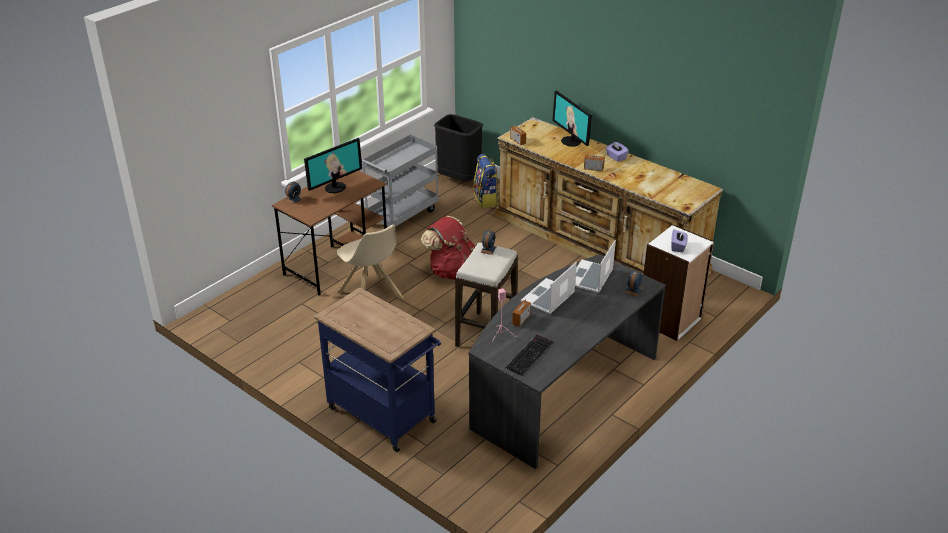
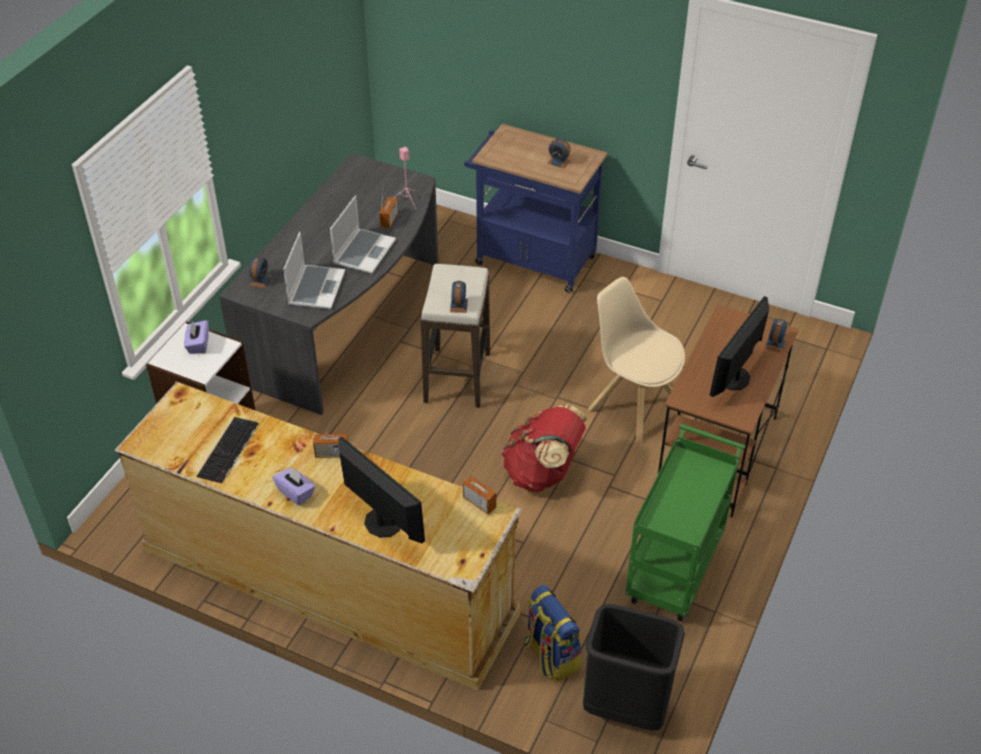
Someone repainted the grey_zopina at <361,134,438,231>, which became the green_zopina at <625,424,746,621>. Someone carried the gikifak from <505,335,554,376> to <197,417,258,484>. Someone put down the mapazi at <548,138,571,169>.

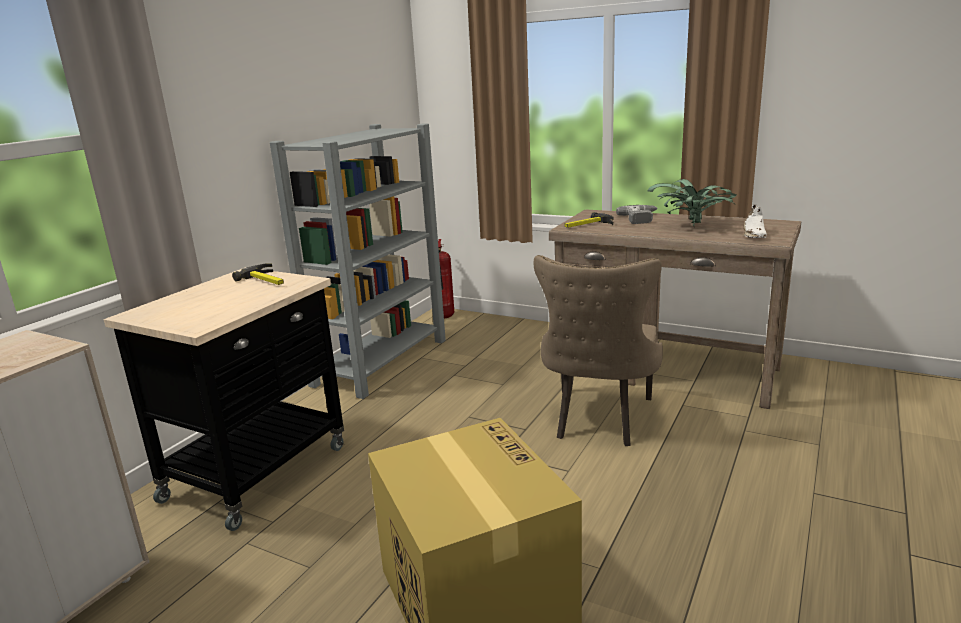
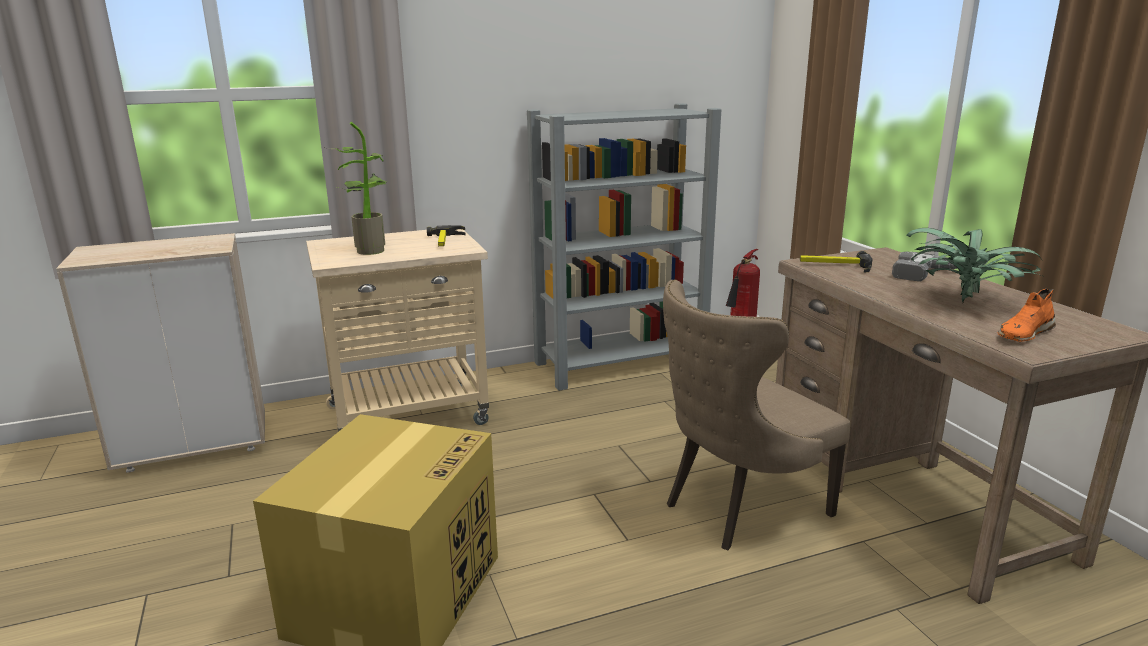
Someone repainted the black_zopina at <104,268,344,531>, which became the beige_zopina at <306,229,489,432>. Someone repainted the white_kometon at <744,204,767,238>, which became the orange_kometon at <998,289,1056,342>. Someone put down the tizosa at <323,122,386,255>.

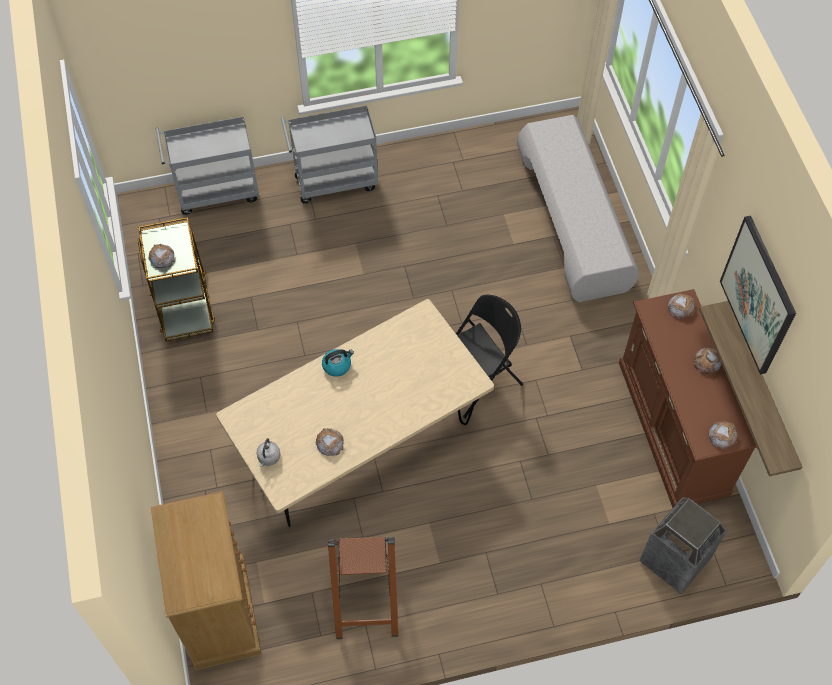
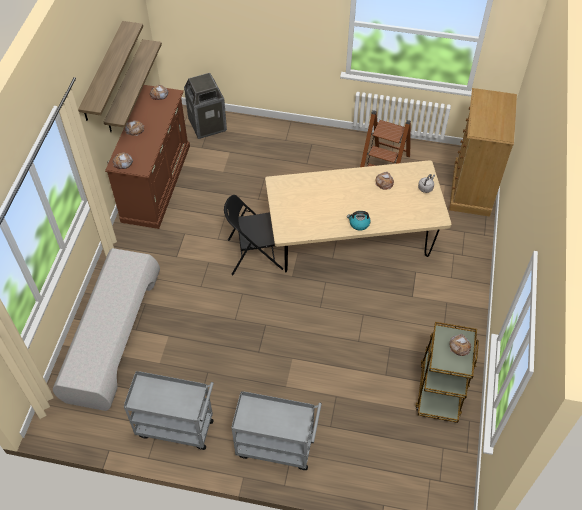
Someone carried the grey_zopina from <156,117,259,215> to <124,371,214,450>. Someone swapped the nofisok at <720,216,796,374> for the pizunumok at <78,21,143,121>.

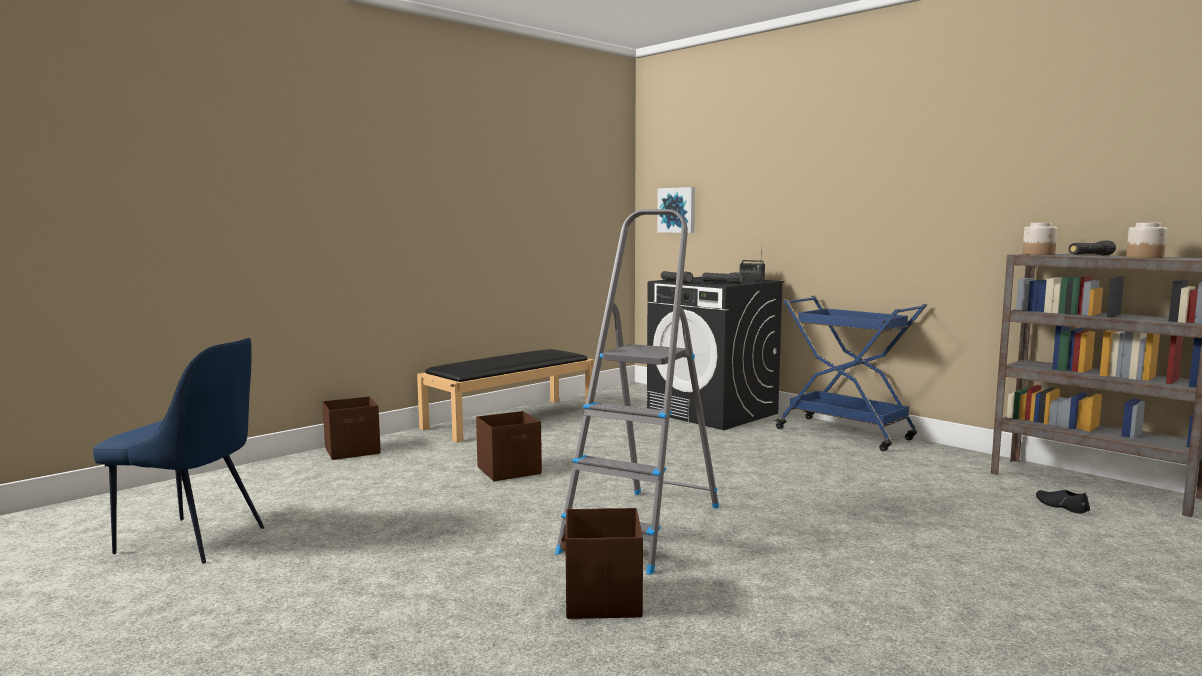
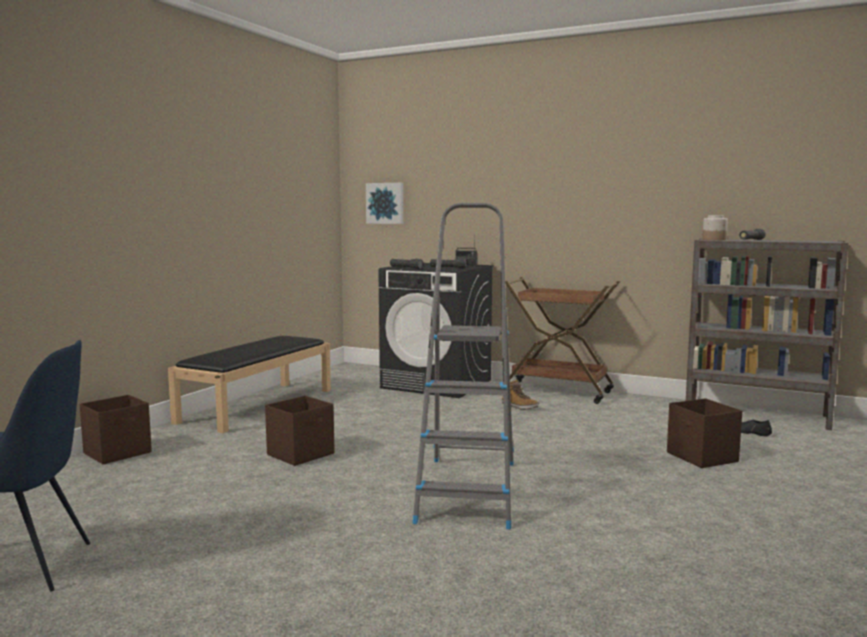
Someone carried the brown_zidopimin from <561,508,643,619> to <667,398,742,468>. Someone repainted the blue_zopina at <774,296,928,452>, which became the brown_zopina at <505,277,620,404>. Someone took away the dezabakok at <1126,223,1167,258>. Someone put down the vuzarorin at <502,379,539,410>.

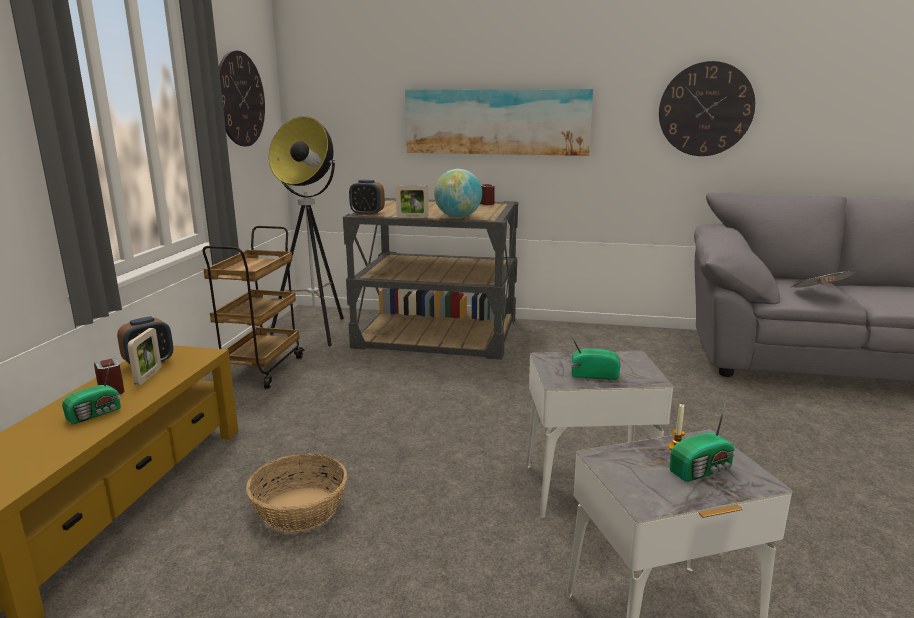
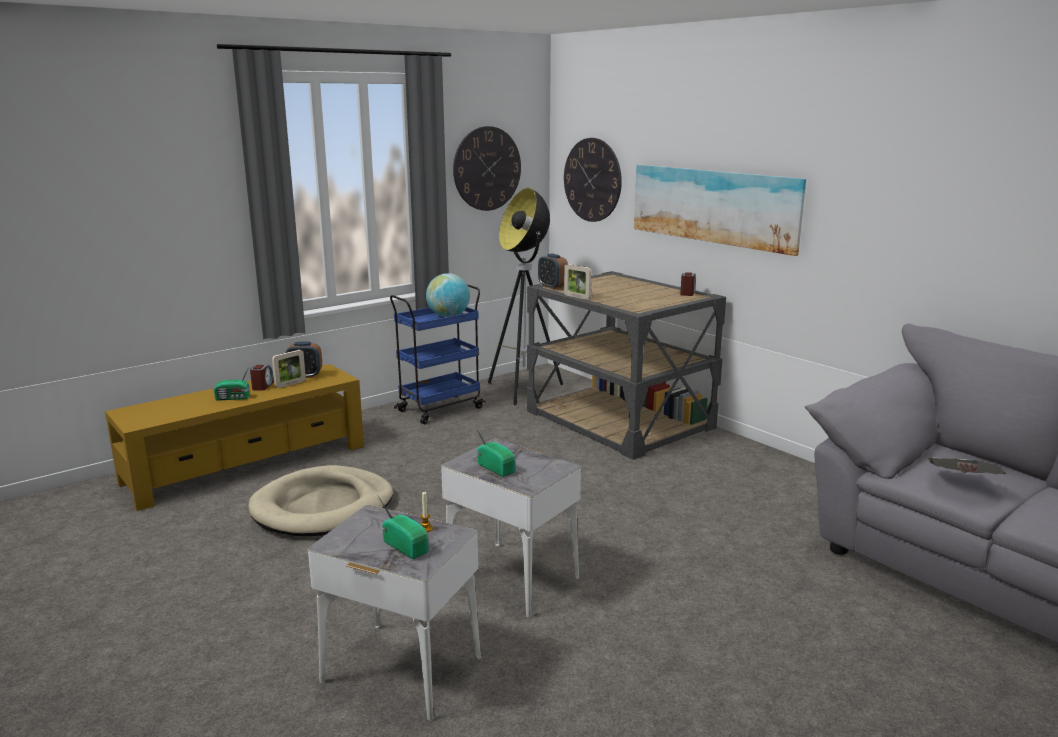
Someone repainted the brown_zopina at <203,226,305,389>, which became the blue_zopina at <390,285,486,424>. Someone swapped the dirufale at <246,453,347,532> for the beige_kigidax at <248,465,393,536>. Someone carried the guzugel from <434,169,482,218> to <426,273,470,317>. Someone carried the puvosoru from <659,61,755,156> to <564,138,622,222>. Someone rotated the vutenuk at <670,404,735,482> by 150 degrees counterclockwise.

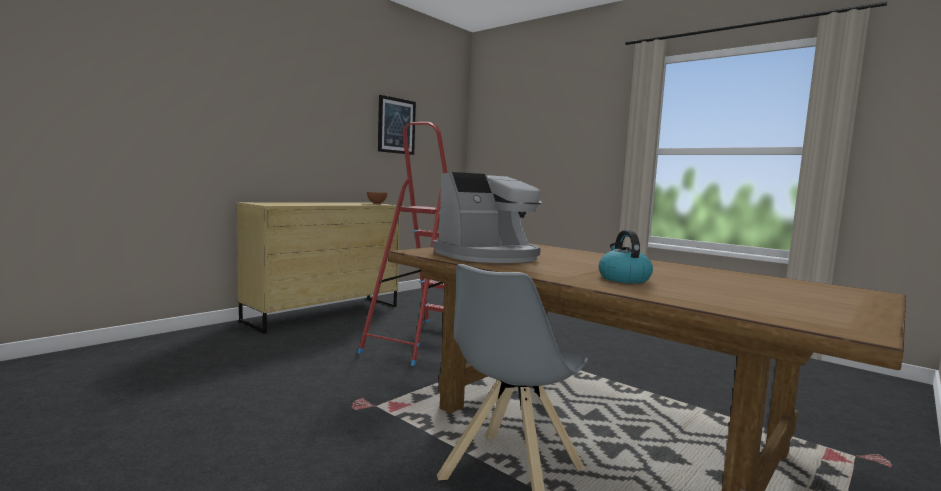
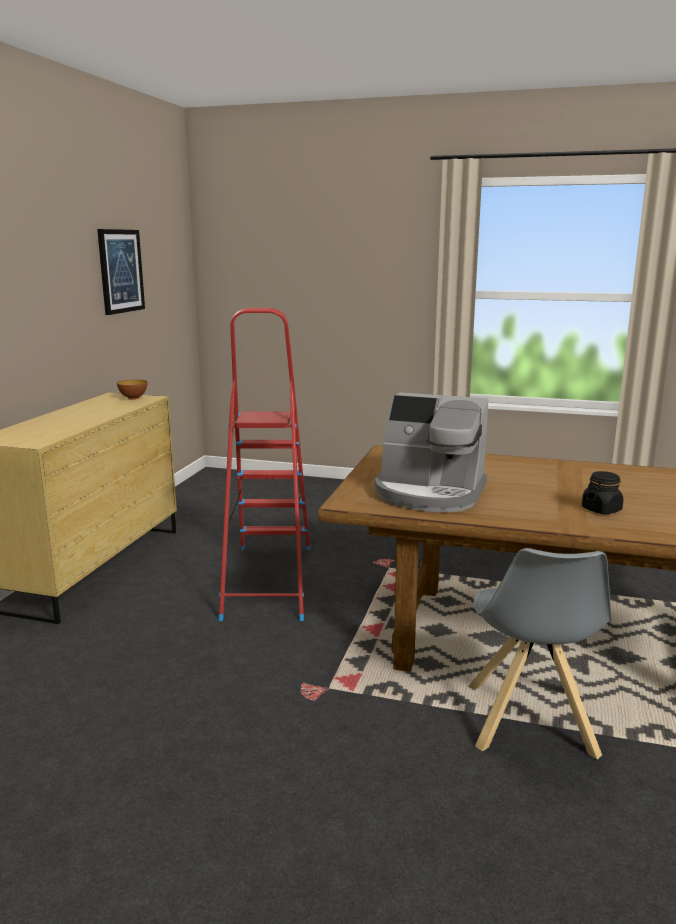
Someone rotated the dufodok at <433,172,542,263> by 75 degrees clockwise. Someone swapped the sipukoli at <599,230,653,283> for the black_dezabakok at <582,471,624,514>.

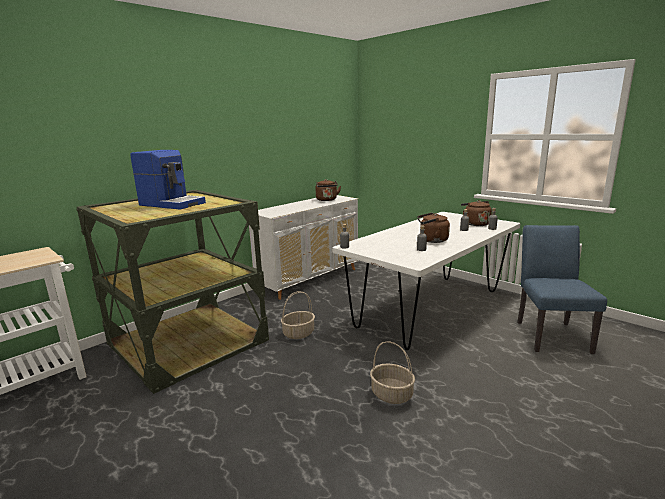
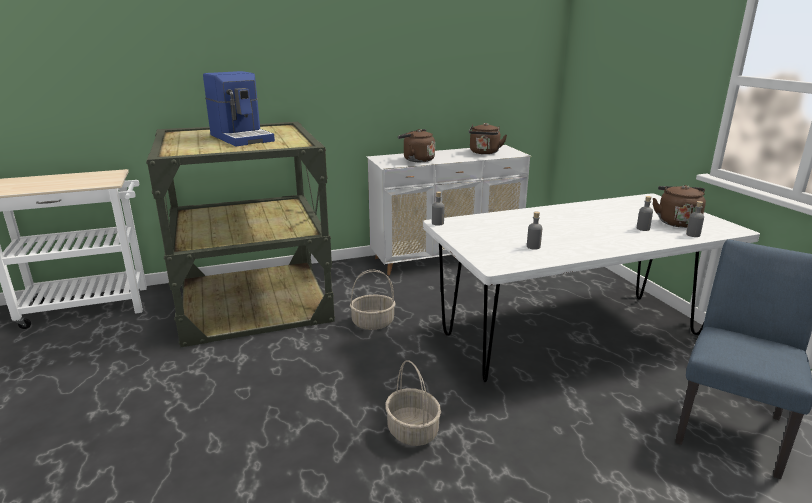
Someone carried the brown_sipukoli from <417,212,450,243> to <398,129,435,162>.

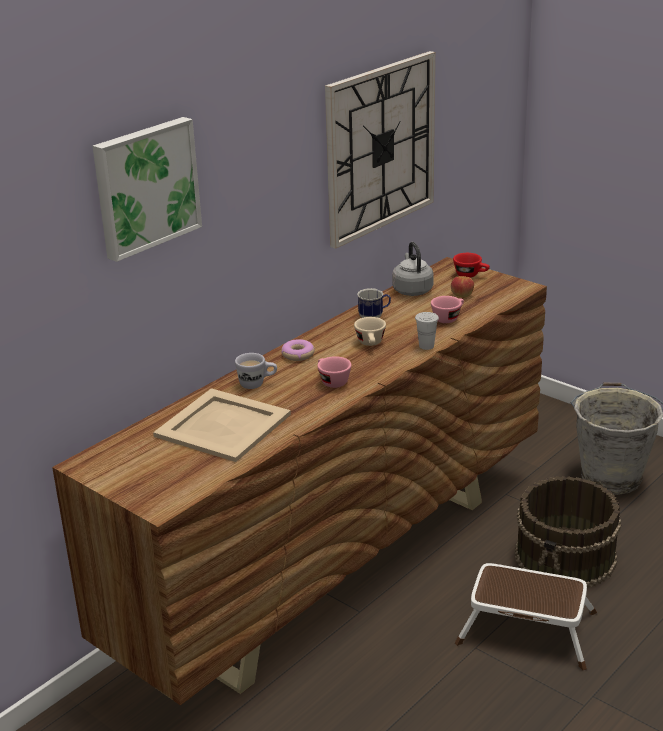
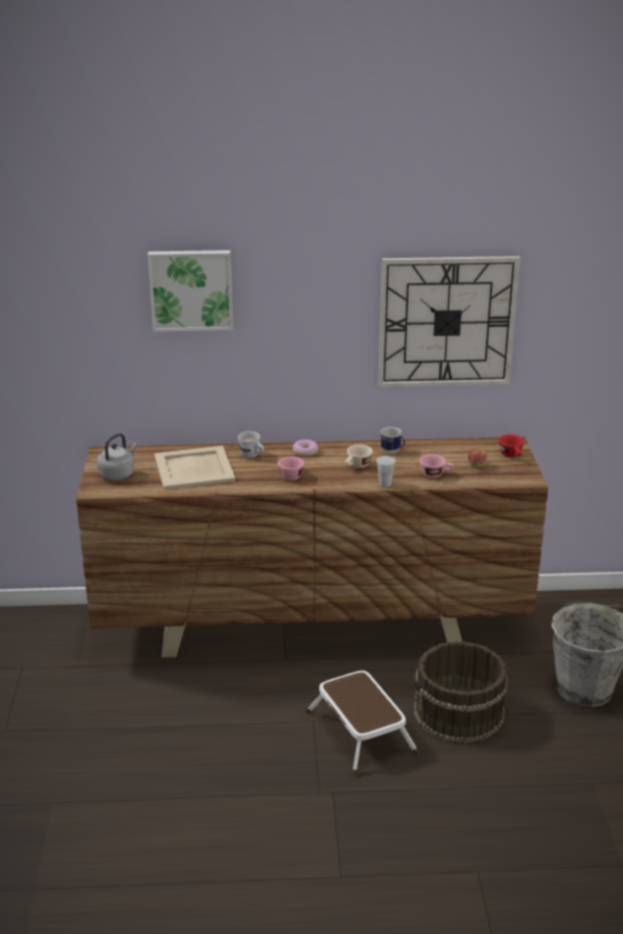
Someone carried the grey_sipukoli from <392,242,434,296> to <97,433,137,481>.

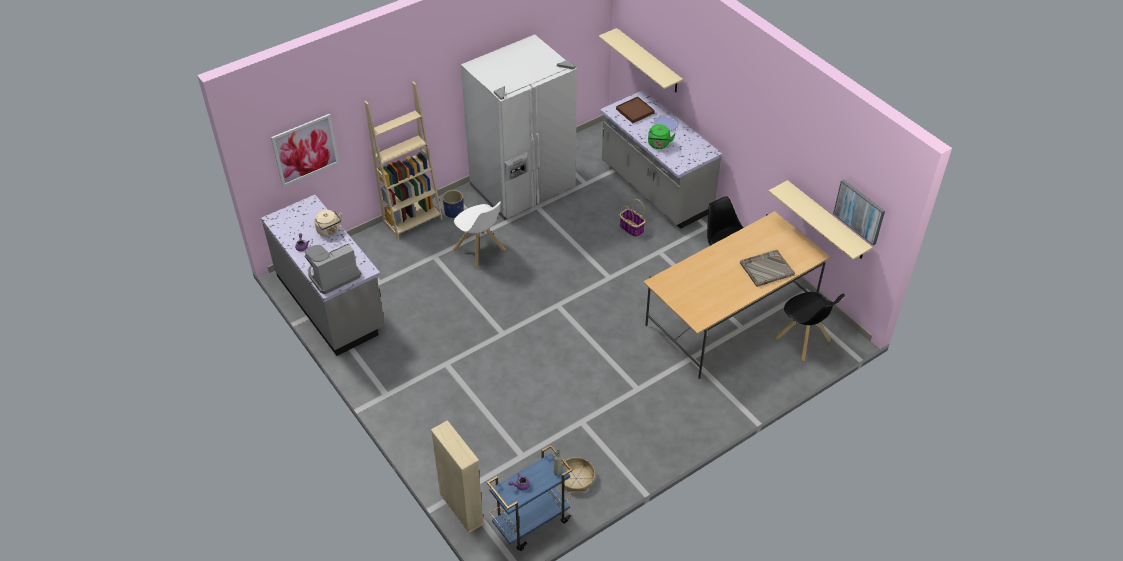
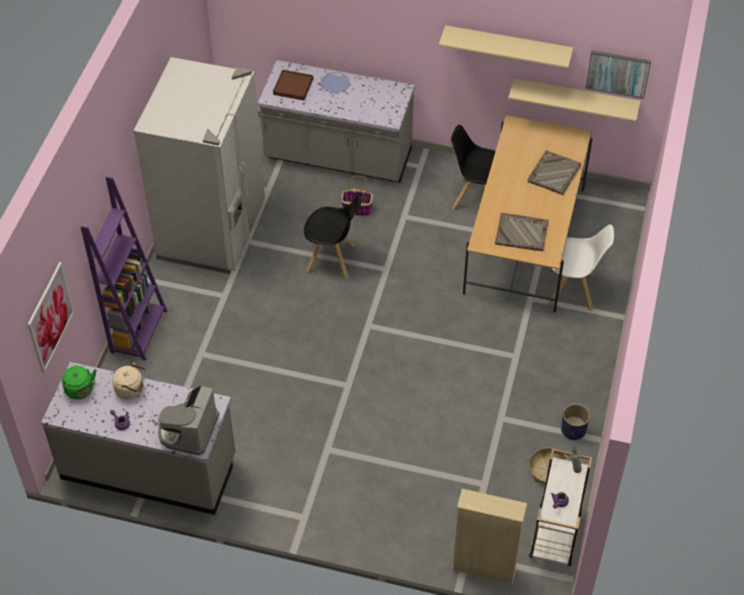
Someone repainted the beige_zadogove at <364,82,442,240>, which became the purple_zadogove at <81,176,167,360>. Someone carried the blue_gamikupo from <442,190,464,218> to <561,404,590,440>. Someone carried the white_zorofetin from <453,202,506,269> to <548,224,614,311>. Someone repainted the blue_zopina at <487,445,573,551>, which became the white_zopina at <529,449,592,566>. Someone carried the beige_pizunumok from <599,28,683,92> to <439,25,573,68>. Someone carried the green_sipukoli from <648,124,675,149> to <62,366,96,399>. Someone carried the black_zorofetin from <774,292,845,361> to <304,194,362,279>. Someone put down the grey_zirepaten at <495,213,549,251>.

